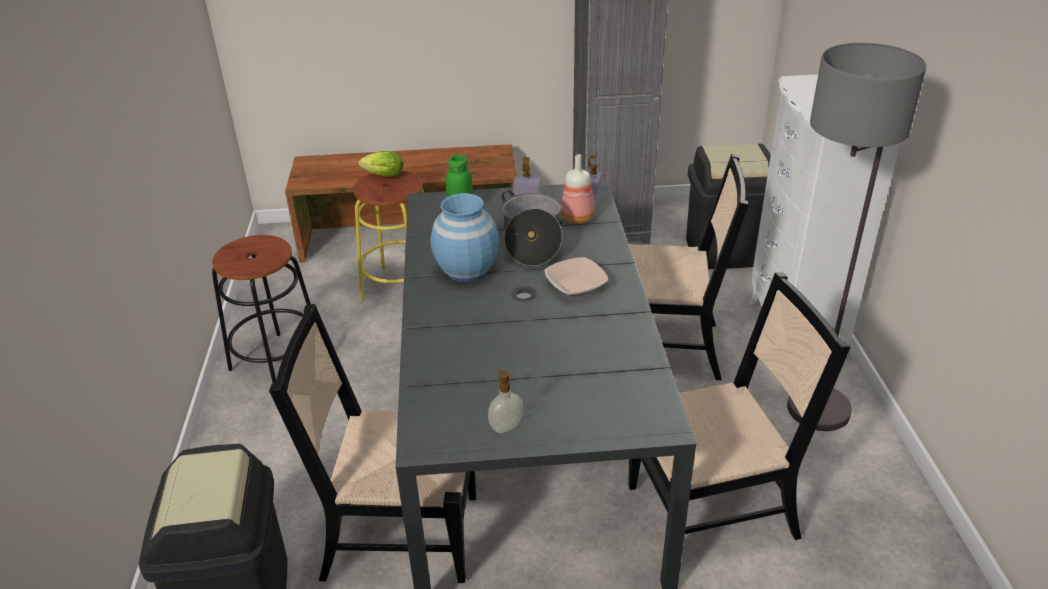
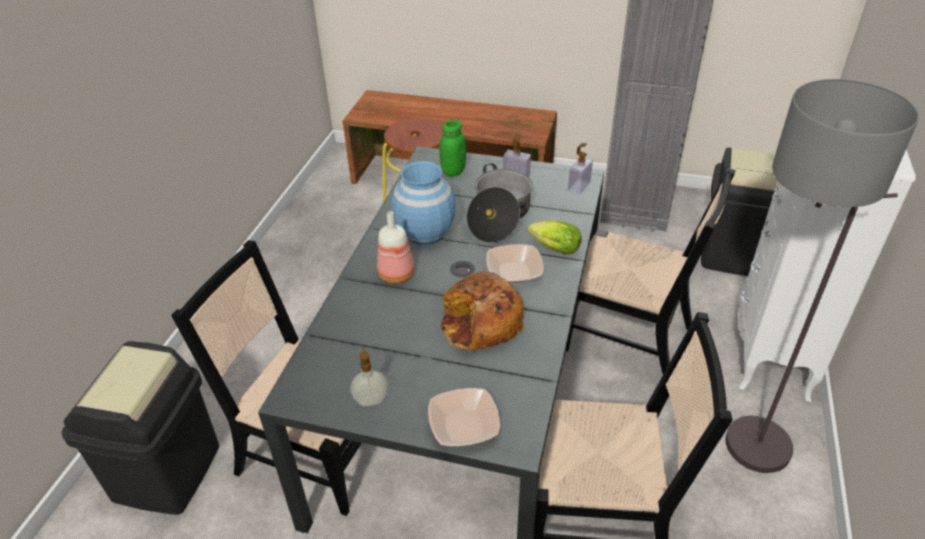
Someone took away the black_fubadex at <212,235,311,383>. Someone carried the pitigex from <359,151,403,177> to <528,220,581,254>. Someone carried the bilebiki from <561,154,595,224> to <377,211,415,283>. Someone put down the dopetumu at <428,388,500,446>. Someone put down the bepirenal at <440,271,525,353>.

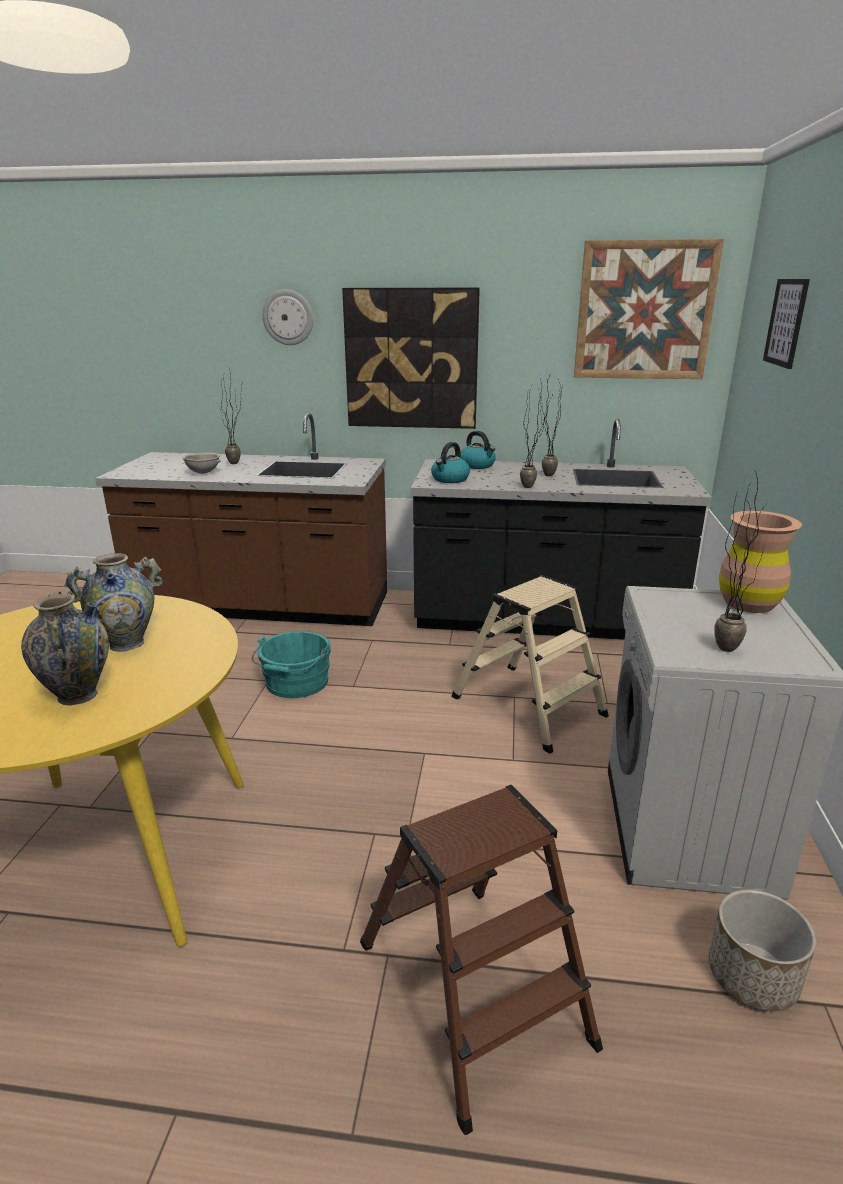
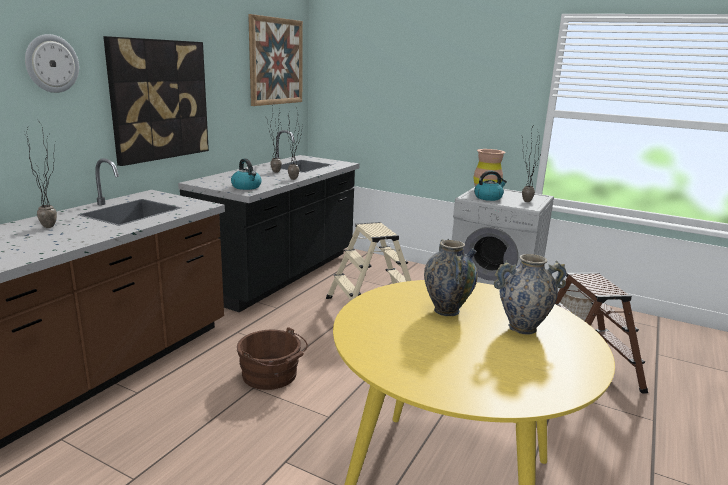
Someone took away the grey_dopetumu at <183,453,221,474>. Someone repainted the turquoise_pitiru at <252,631,331,698>, which became the brown_pitiru at <237,327,308,390>. Someone carried the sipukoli from <460,431,496,469> to <474,171,507,201>. Someone took away the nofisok at <763,279,810,369>.

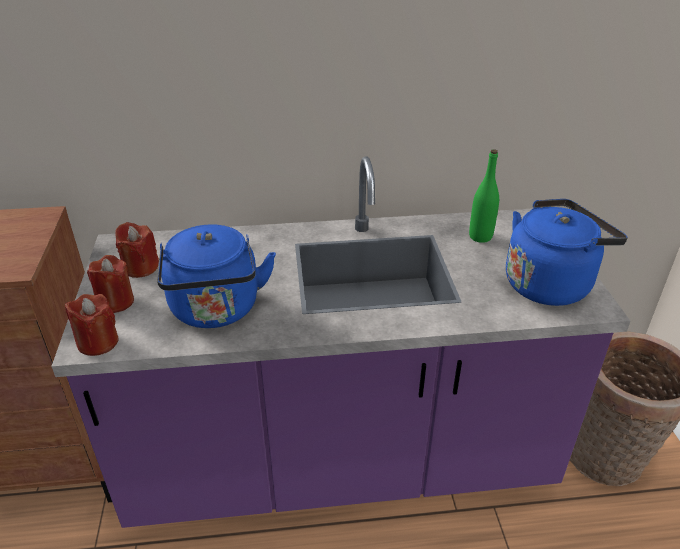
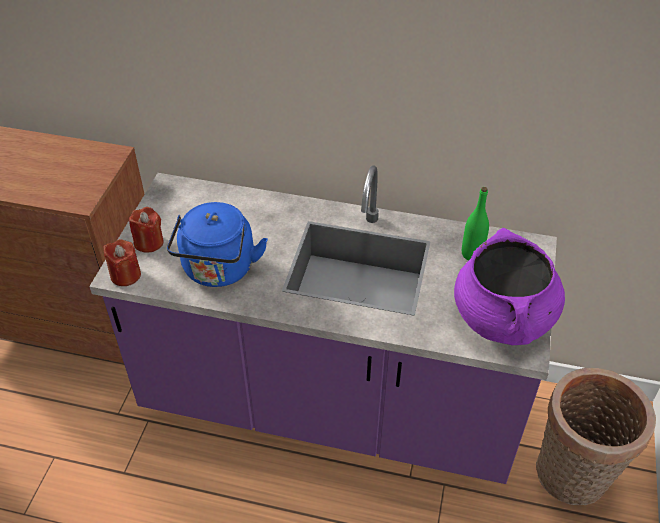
Someone took away the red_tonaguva at <115,222,159,278>. Someone swapped the blue_sipukoli at <506,199,628,306> for the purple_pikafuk at <454,228,565,345>.

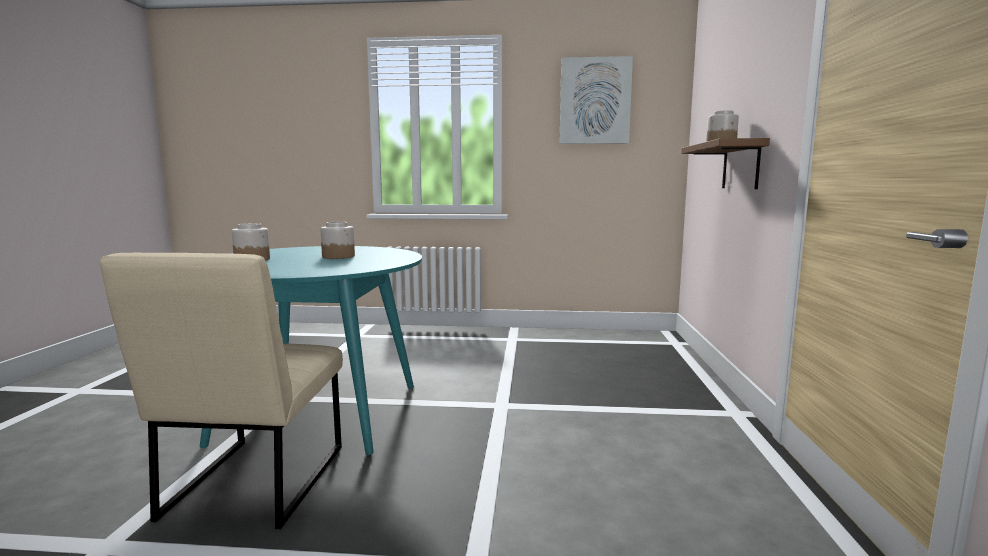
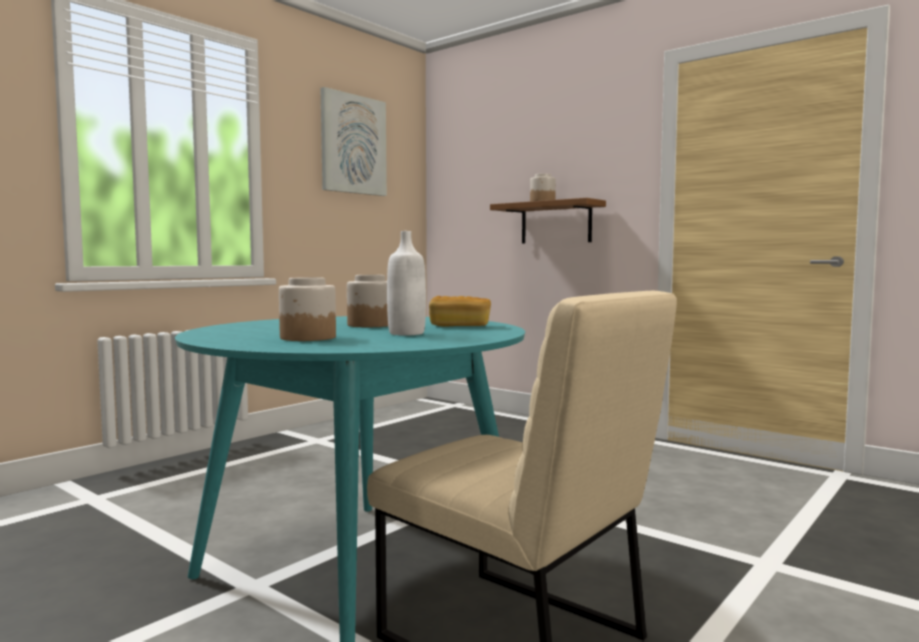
Someone put down the white_bilebiki at <387,231,426,336>. Someone put down the bepirenal at <429,296,491,326>.

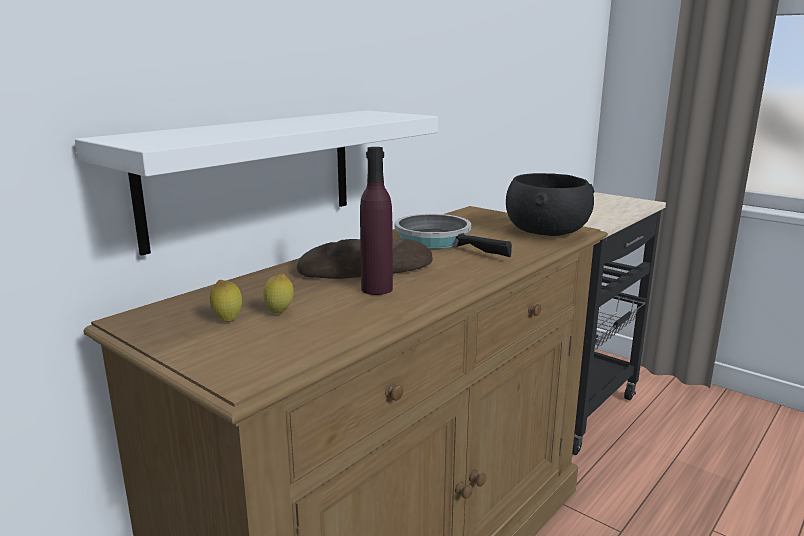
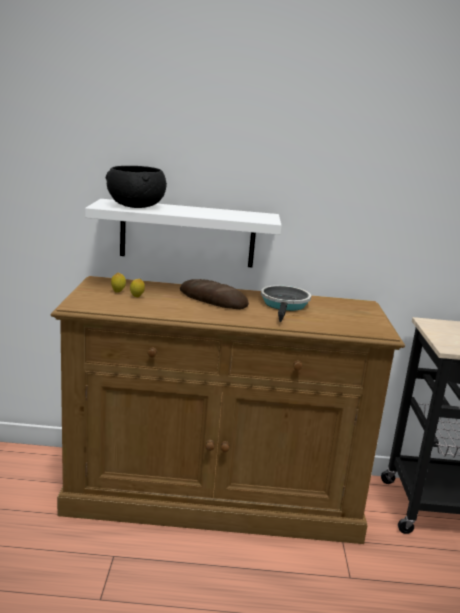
Someone took away the purple_bilebiki at <360,147,393,295>. Someone carried the black_dopetumu from <506,173,595,236> to <105,166,167,208>.

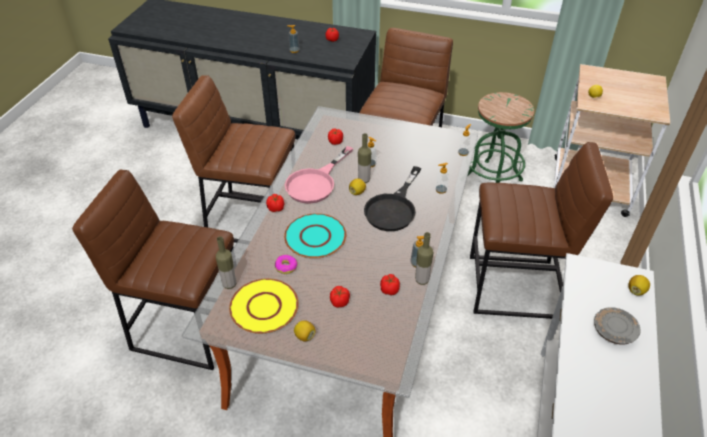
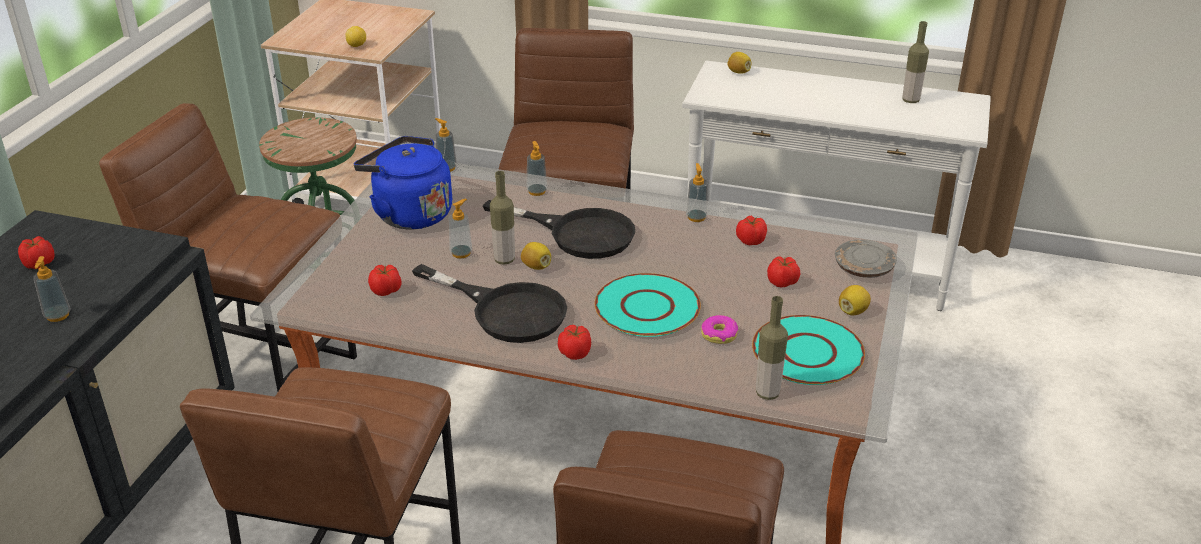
Someone repainted the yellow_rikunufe at <229,278,298,333>, which became the turquoise_rikunufe at <752,315,865,385>. Someone repainted the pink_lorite at <285,146,353,204>, which became the black_lorite at <412,264,567,343>. Someone carried the bilebiki from <415,232,433,285> to <902,21,929,103>. Someone carried the grey_rikunufe from <594,307,641,345> to <835,239,897,278>. Someone put down the blue_sipukoli at <354,136,452,230>.

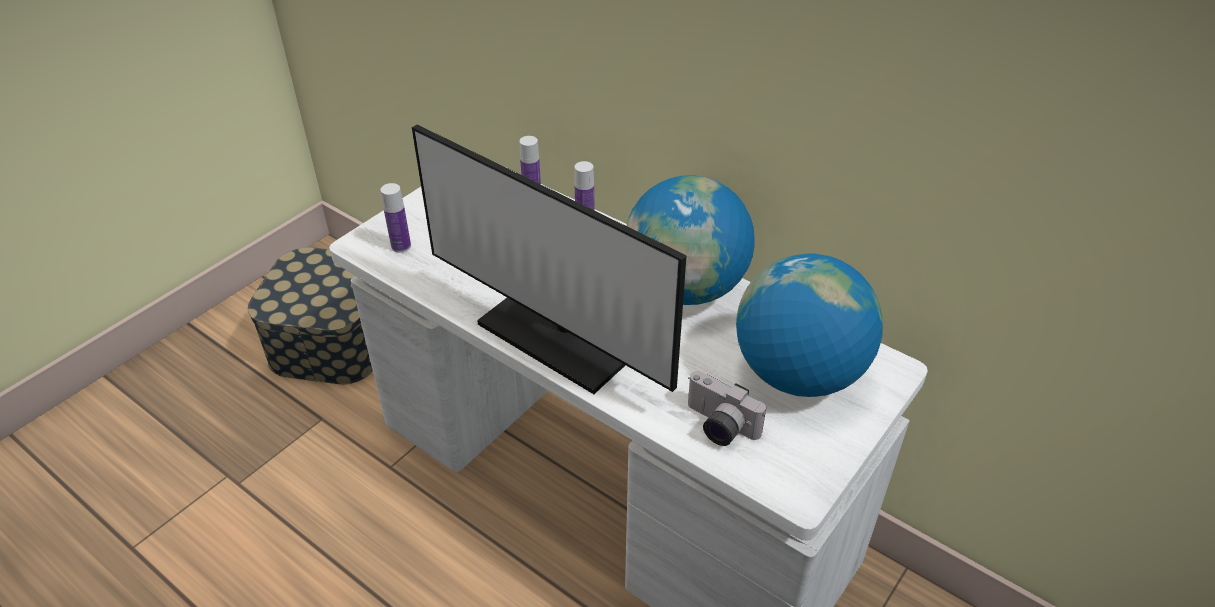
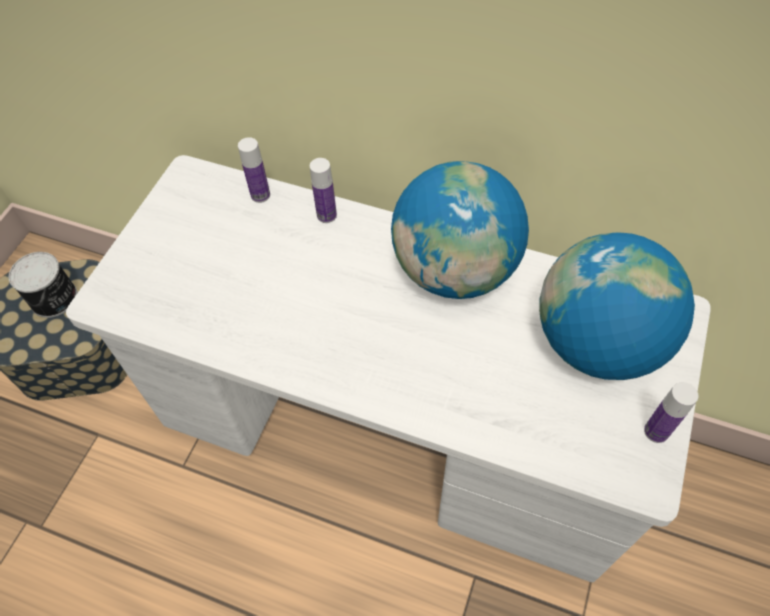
Someone carried the bilebiki from <380,183,411,253> to <644,382,698,443>. Someone took away the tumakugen at <412,124,687,394>. Someone took away the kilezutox at <688,371,766,446>. Someone put down the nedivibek at <9,252,77,318>.

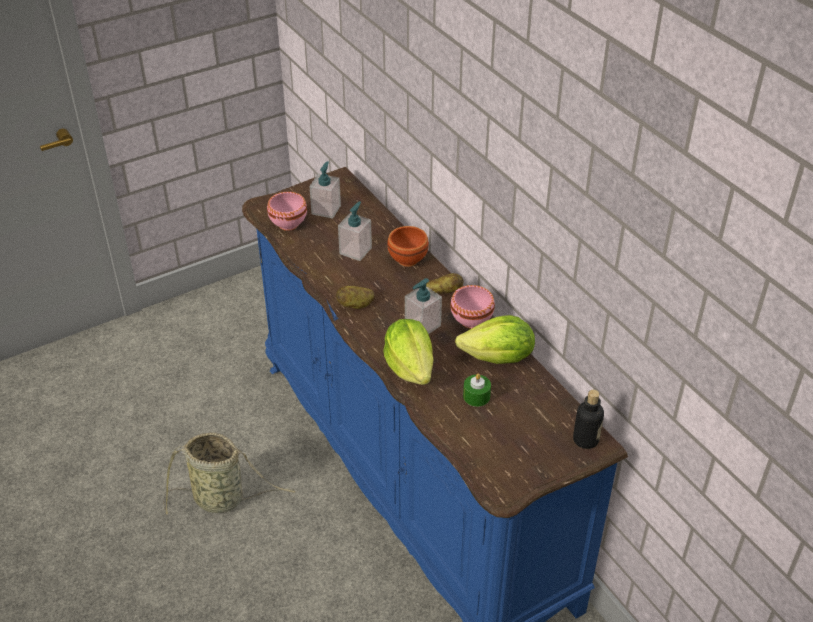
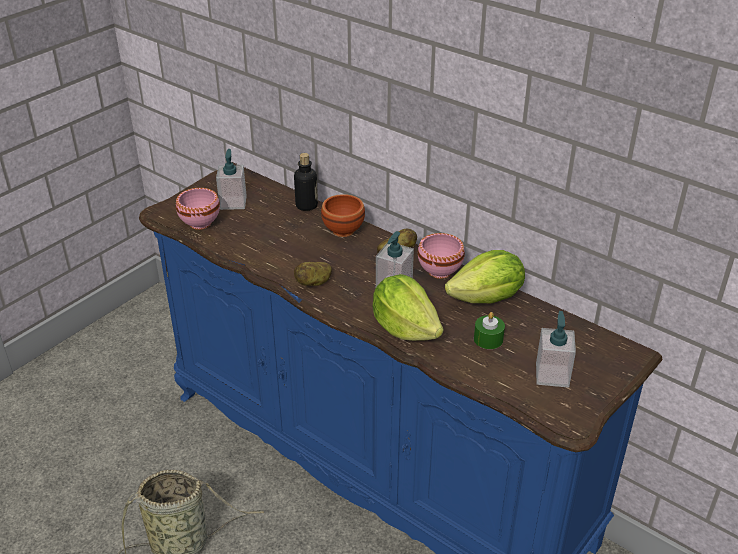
Someone carried the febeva from <338,201,372,261> to <536,311,576,387>. Someone carried the bilebiki from <573,390,604,449> to <294,153,318,211>.

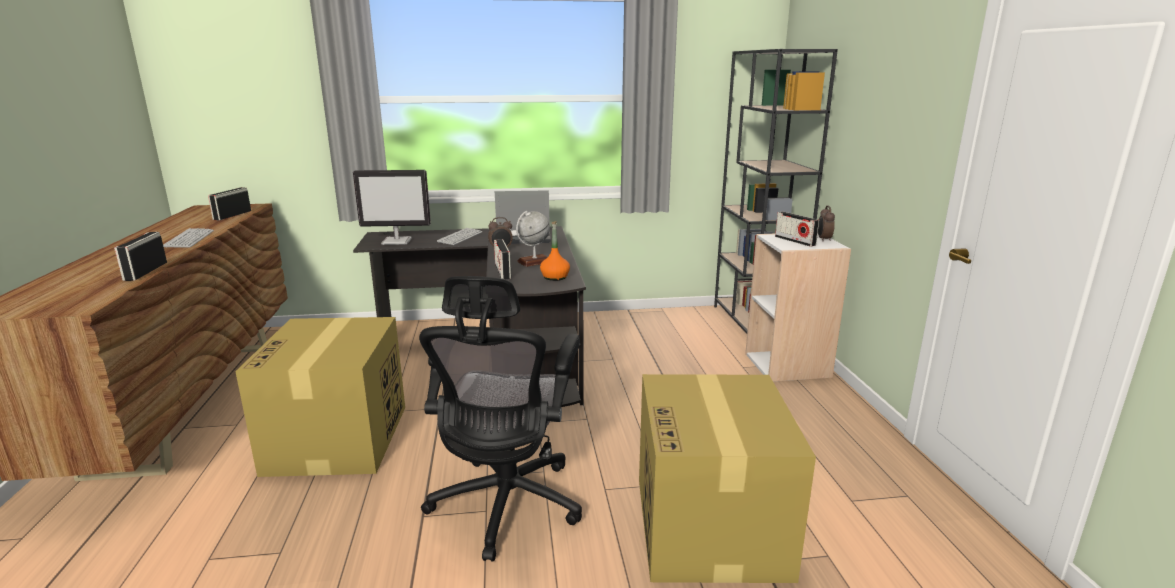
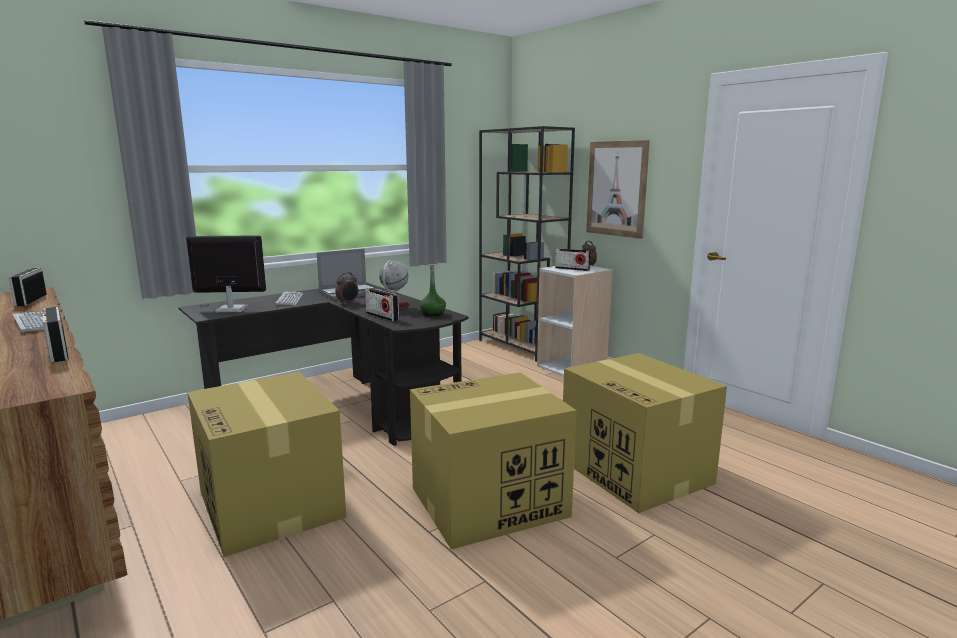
Someone rotated the tumakugen at <353,170,431,245> by 150 degrees counterclockwise. Someone swapped the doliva at <419,276,582,562> for the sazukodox at <410,372,577,549>. Someone repainted the orange_bilebiki at <540,221,570,281>, which became the green_bilebiki at <420,264,446,316>. Someone put up the nofisok at <586,140,650,239>.

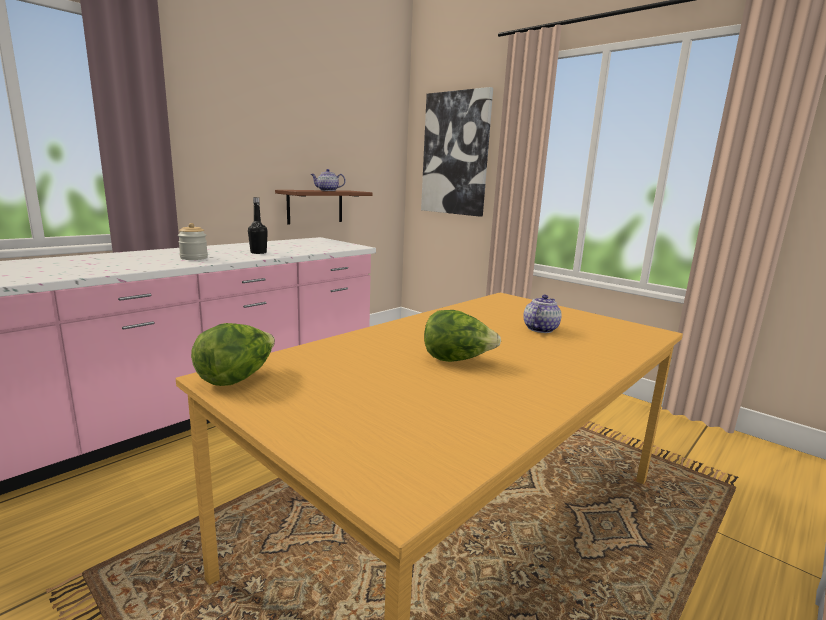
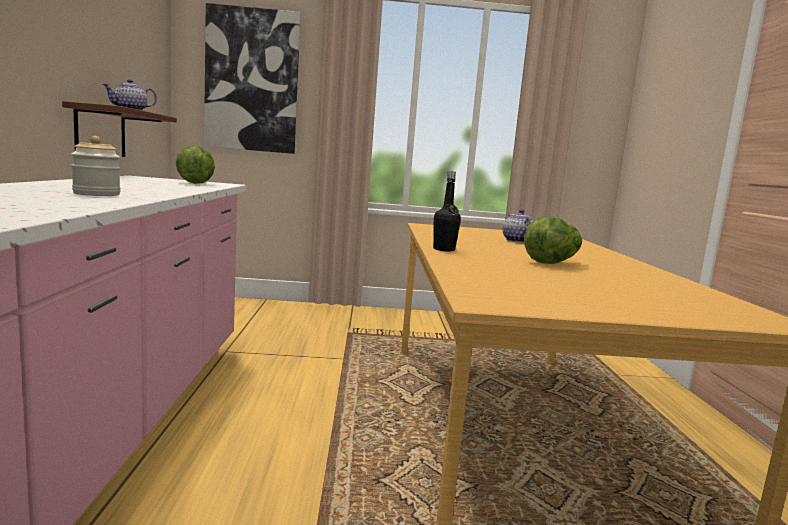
Someone carried the pitigex from <191,323,275,386> to <176,145,215,184>. Someone carried the black_bilebiki from <248,197,268,254> to <433,171,461,252>.

